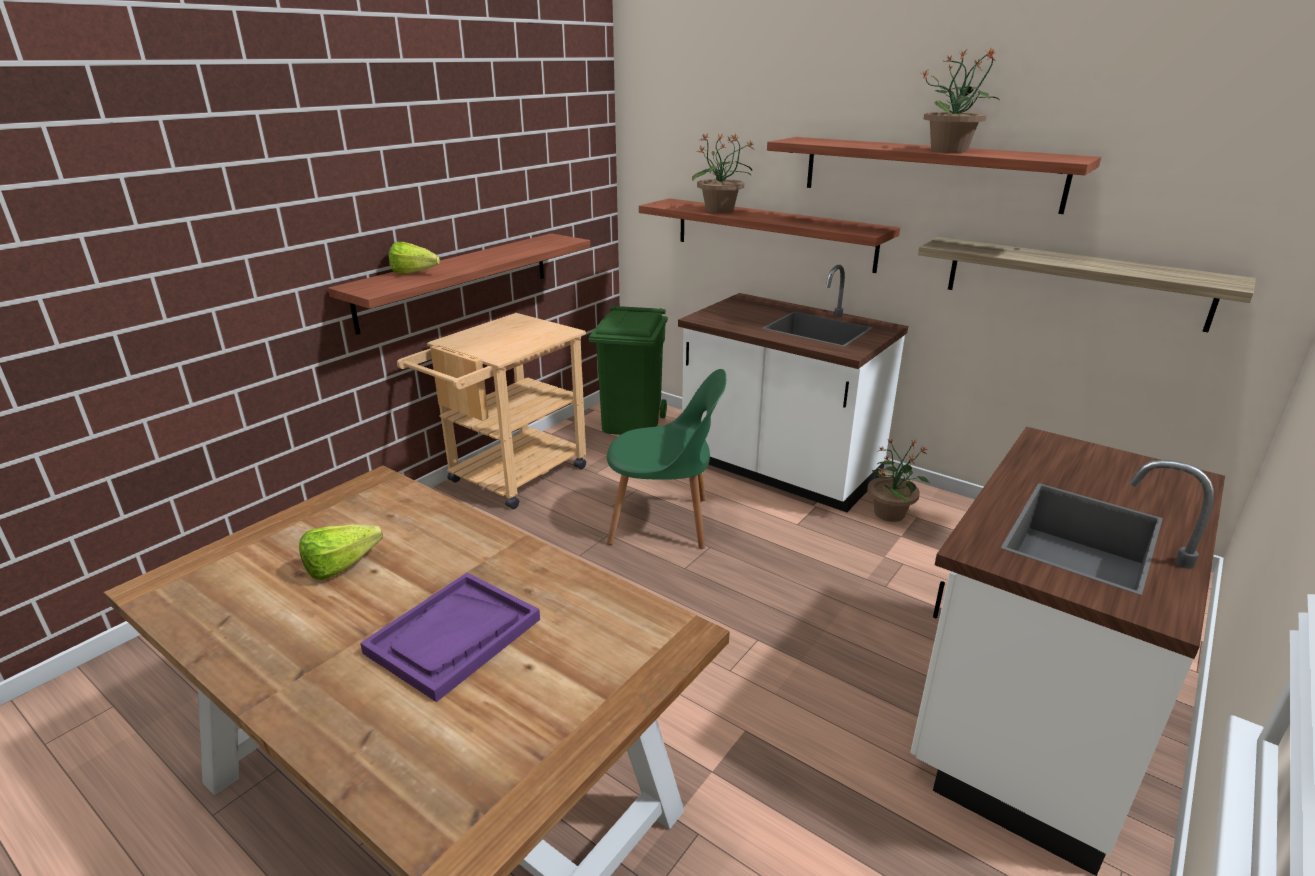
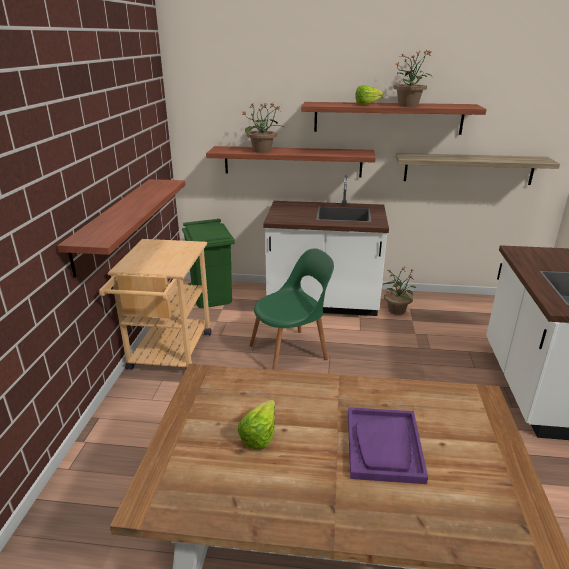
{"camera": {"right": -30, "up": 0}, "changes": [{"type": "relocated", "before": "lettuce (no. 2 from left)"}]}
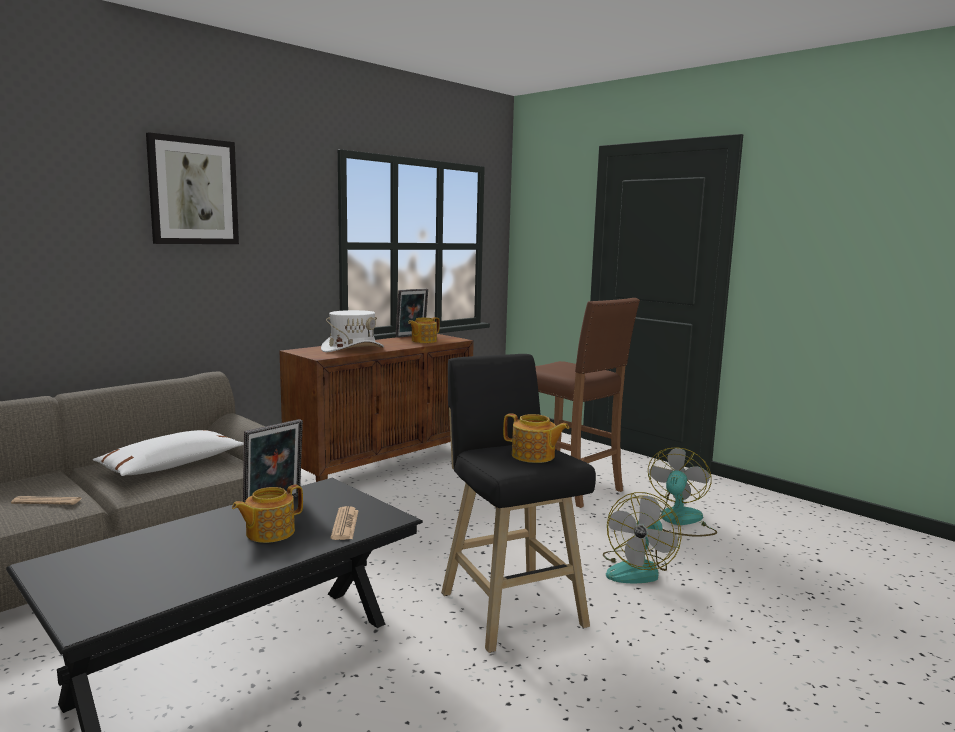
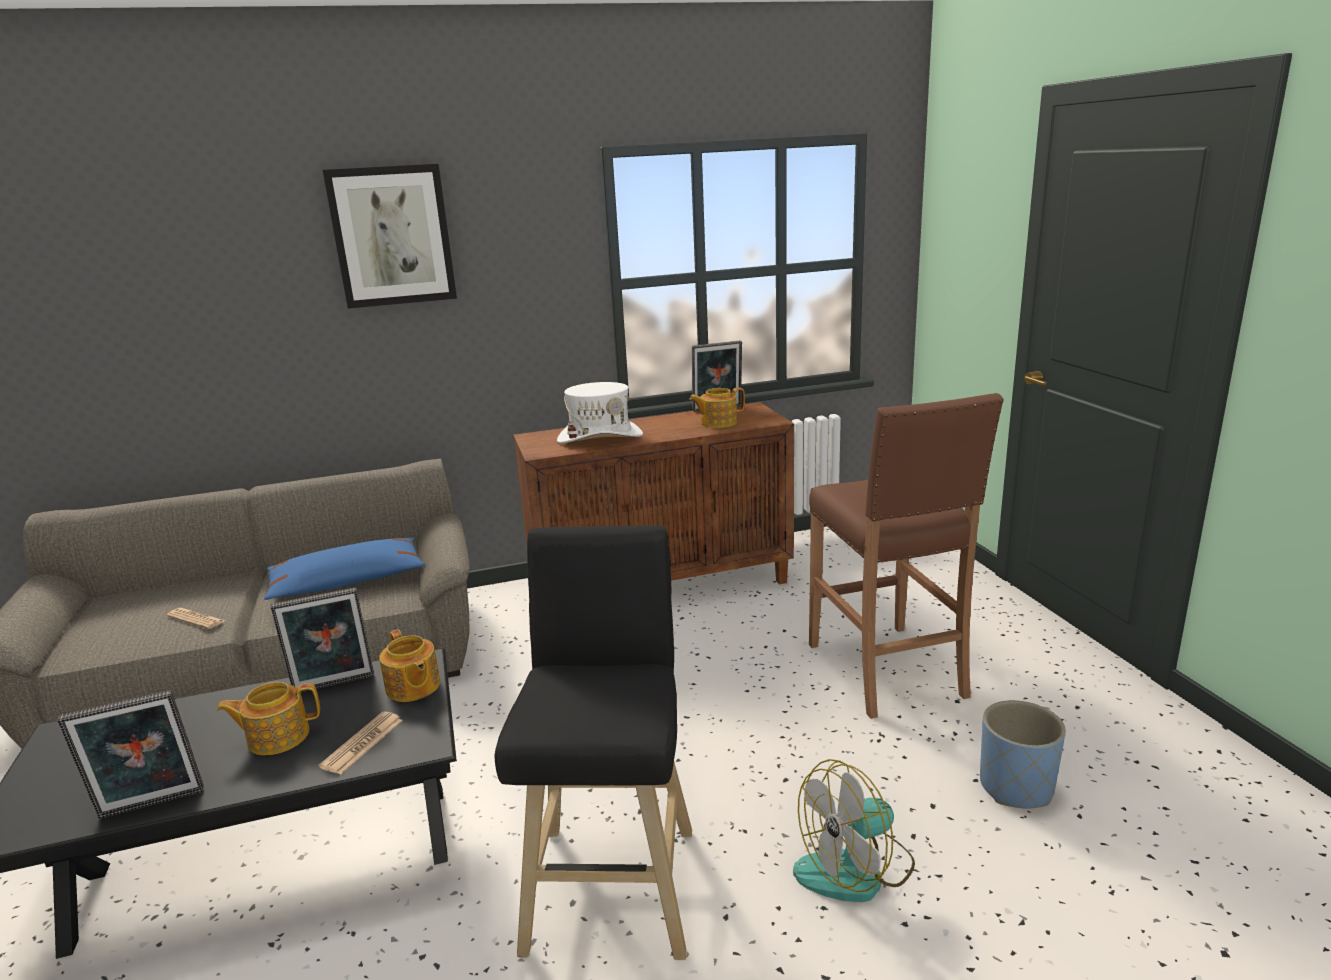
{"camera": {"right": 30, "up": 10}, "changes": [{"type": "appeared", "after": "photo frame (no. 1 from left)"}, {"type": "relocated", "before": "tea pot (no. 3 from left in the first image)", "after": "tea pot (no. 2 from left)"}, {"type": "exchanged", "before": "electric fan (no. 2 from left)", "after": "blue plant pot"}, {"type": "colour", "before": "whitish throw pillow", "after": "blue throw pillow"}]}
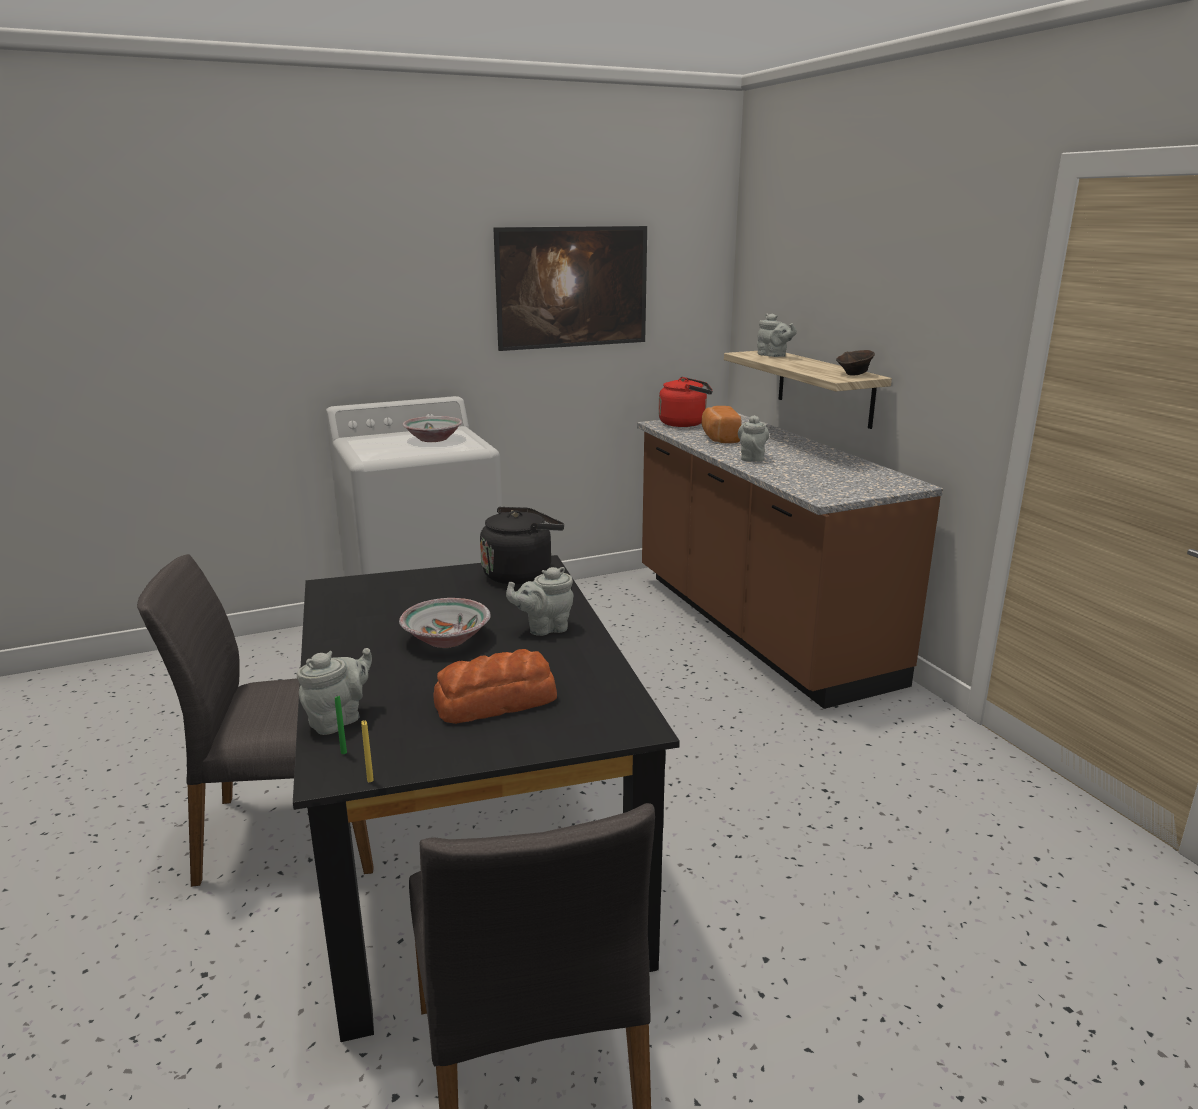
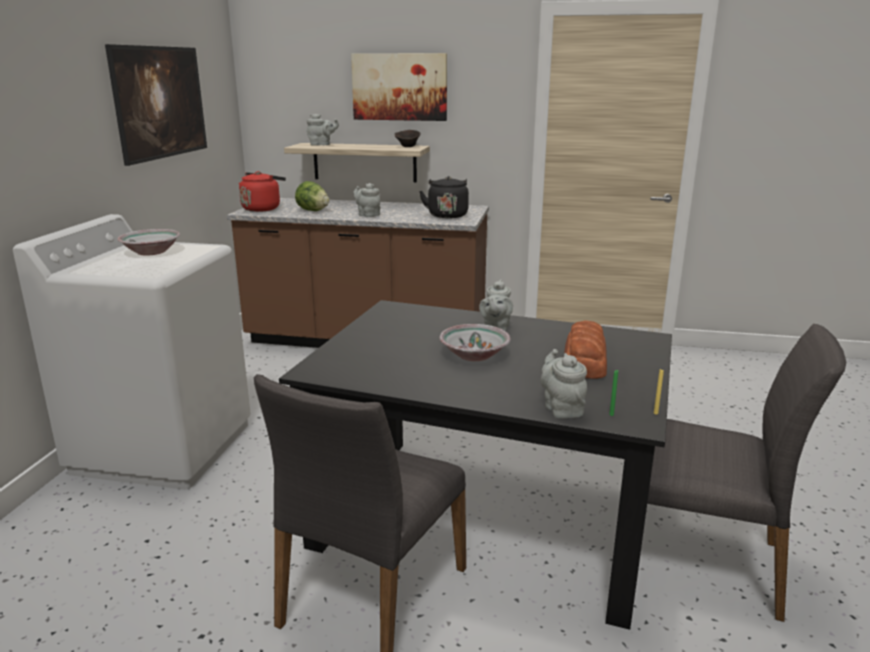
{"camera": {"right": -55, "up": 0}, "changes": [{"type": "appeared", "after": "picture (no. 2 from left)"}, {"type": "relocated", "before": "black-coloured kettle"}, {"type": "exchanged", "before": "bakery bread (no. 2 from left)", "after": "lettuce"}]}
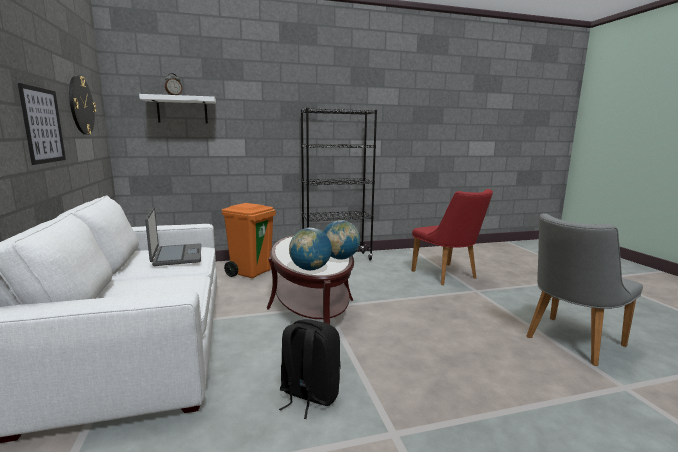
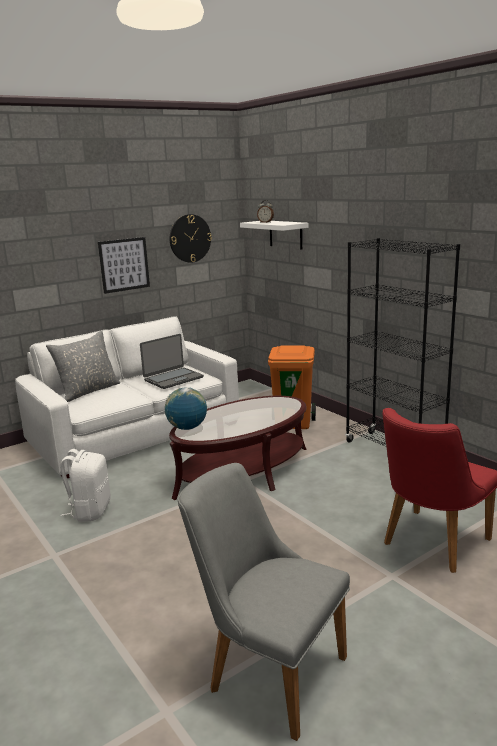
{"camera": {"right": 70, "up": 5}, "changes": [{"type": "missing", "before": "globe (no. 2 from left)"}, {"type": "appeared", "after": "grey throw pillow"}, {"type": "colour", "before": "black-coloured backpack", "after": "whitish backpack"}]}
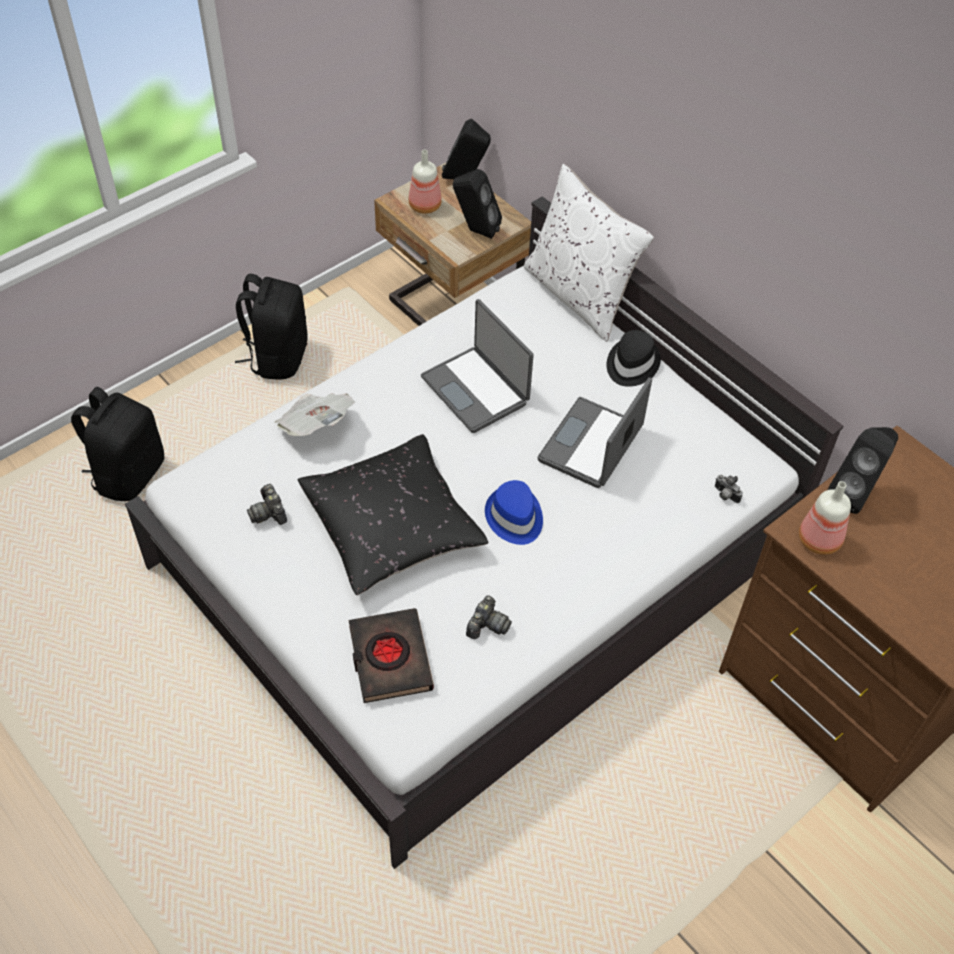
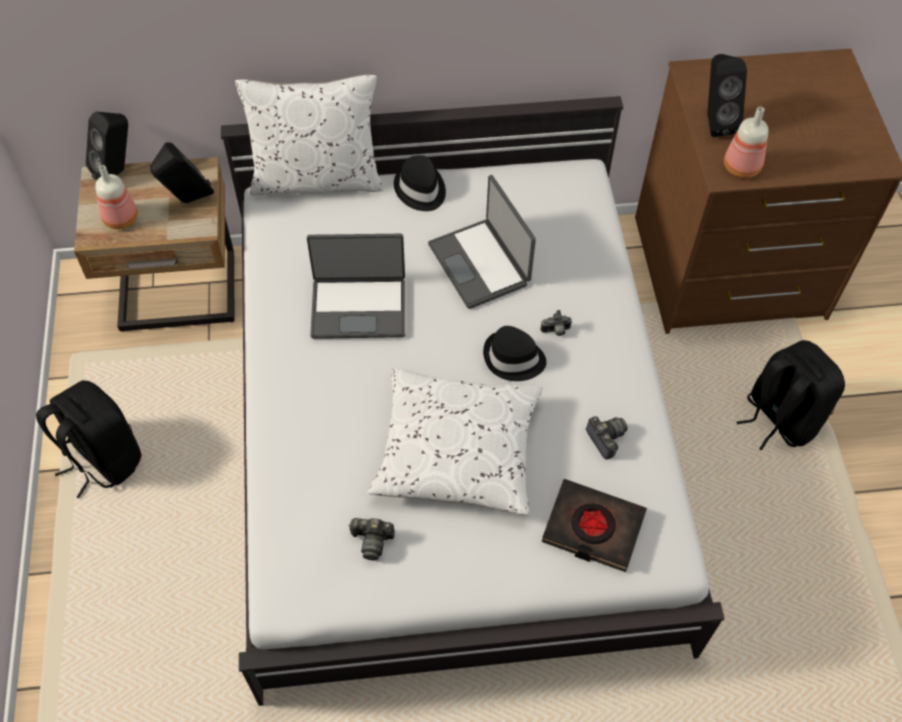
{"camera": {"right": -55, "up": 5}, "changes": [{"type": "missing", "before": "newspaper"}, {"type": "relocated", "before": "black-coloured backpack (no. 1 from left in the first image)", "after": "black-coloured backpack (no. 2 from left)"}, {"type": "relocated", "before": "still camera (no. 3 from left in the first image)", "after": "still camera (no. 2 from left)"}, {"type": "colour", "before": "black-coloured throw pillow", "after": "whitish throw pillow (no. 2 from left)"}, {"type": "colour", "before": "blue clothing hat", "after": "black-coloured clothing hat (no. 2 from left)"}]}
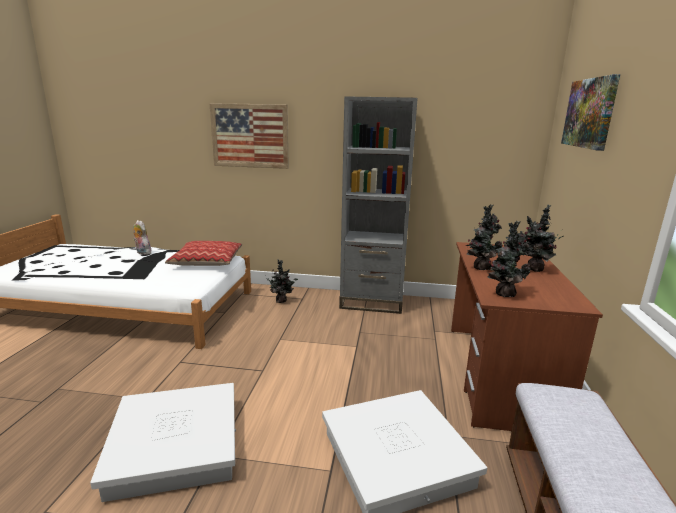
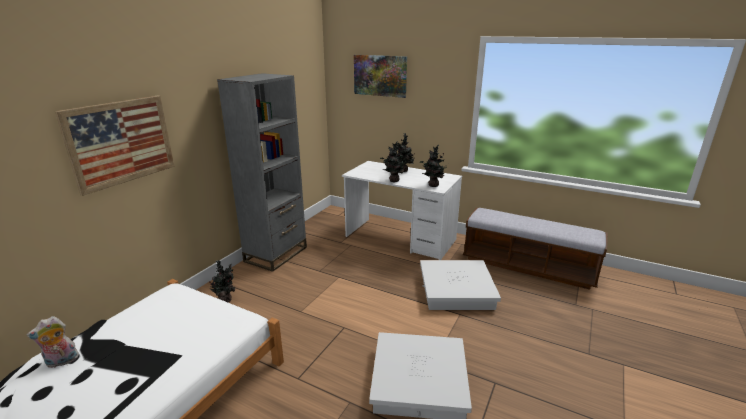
{"camera": {"right": -70, "up": 5}, "changes": [{"type": "missing", "before": "throw pillow"}, {"type": "colour", "before": "brownish desk unit", "after": "whitish desk unit"}]}
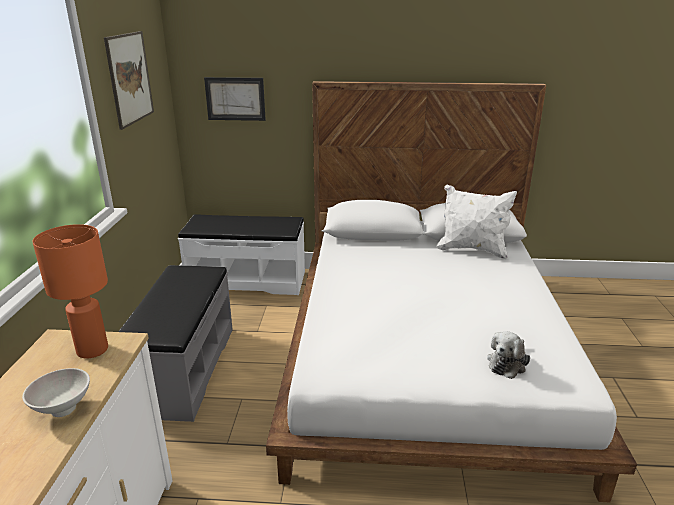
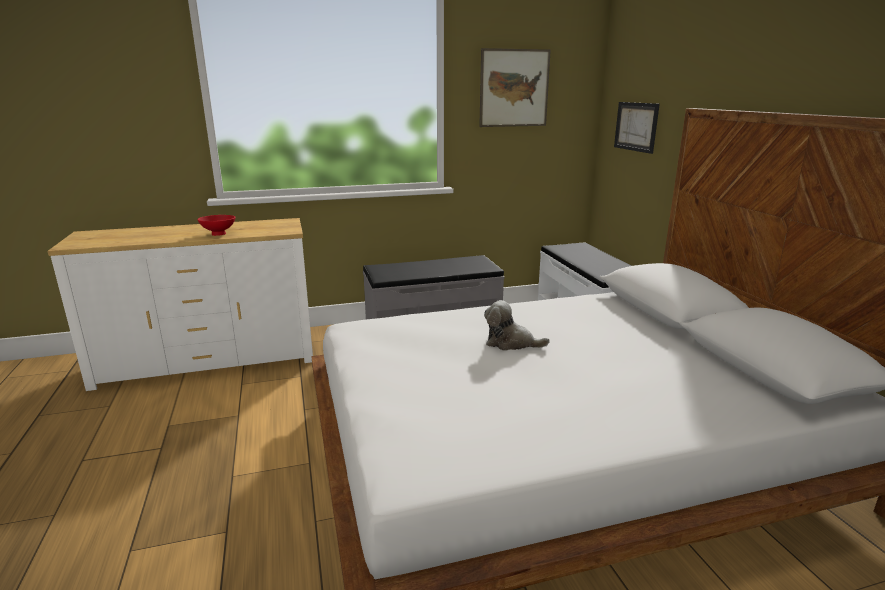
{"camera": {"right": 70, "up": -5}, "changes": [{"type": "missing", "before": "orange-coloured lamp for a table"}, {"type": "missing", "before": "whitish throw pillow"}, {"type": "relocated", "before": "soft toy"}, {"type": "colour", "before": "whitish bowl", "after": "red bowl"}]}
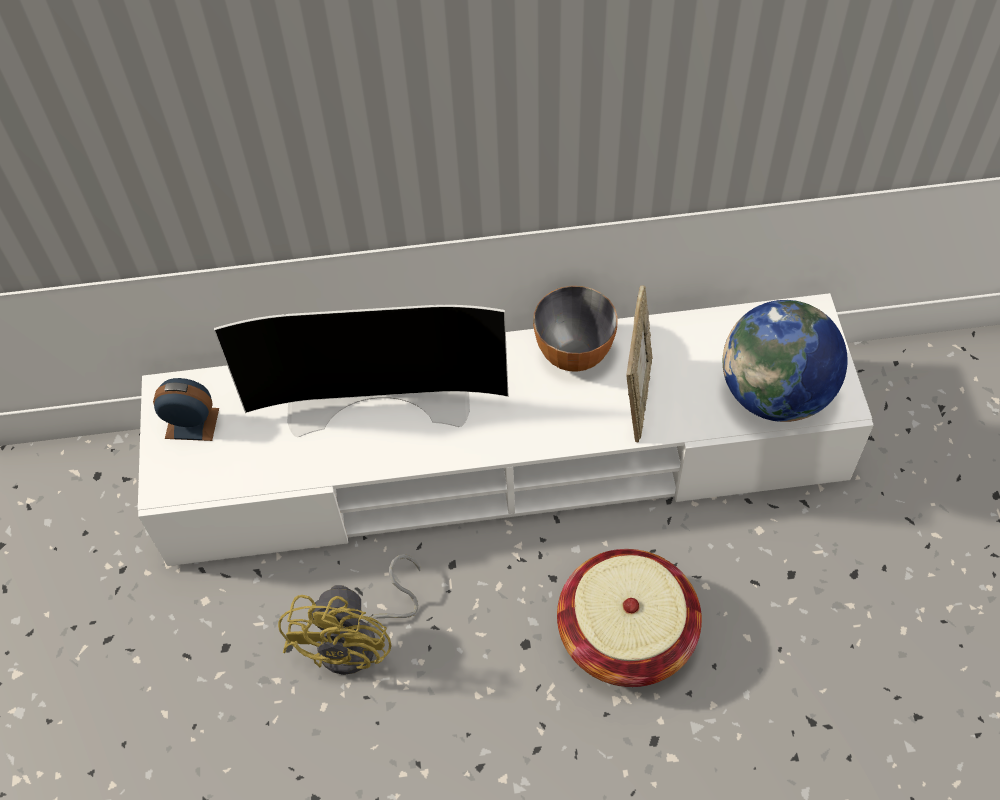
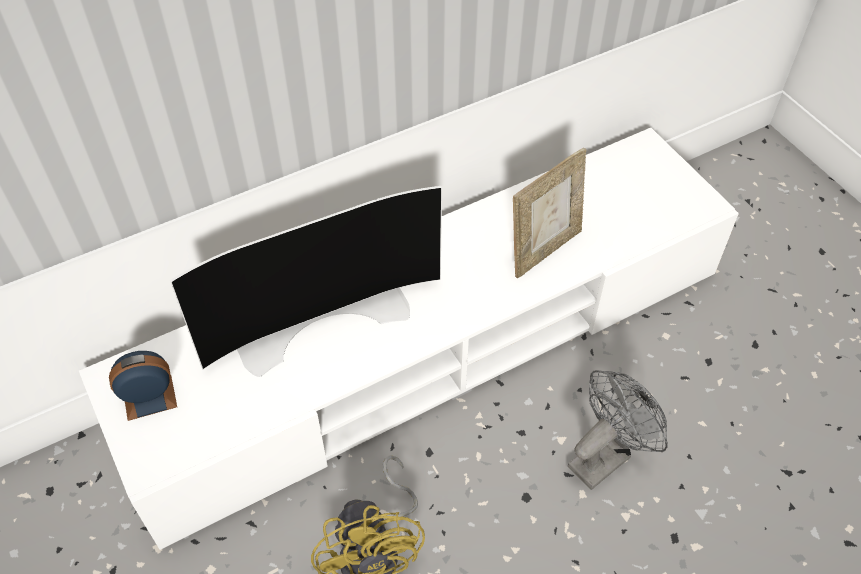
{"camera": {"right": -25, "up": -5}, "changes": [{"type": "missing", "before": "bowl"}, {"type": "missing", "before": "globe"}, {"type": "exchanged", "before": "basket", "after": "grey electric fan"}, {"type": "spun", "before": "photo frame", "turn": 60}]}
